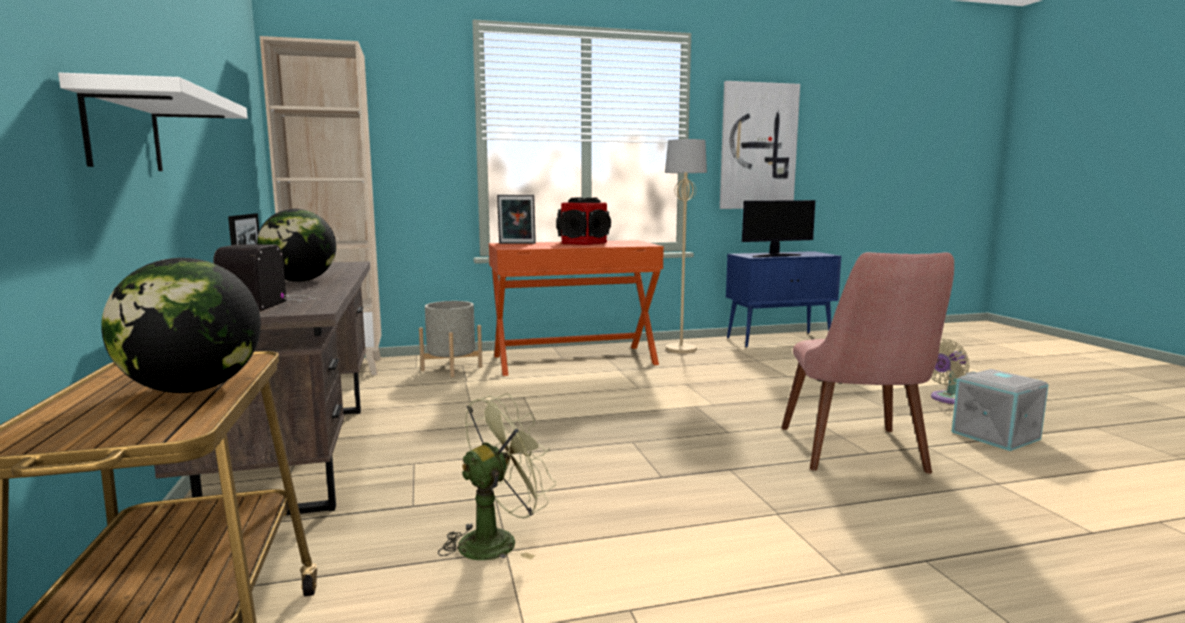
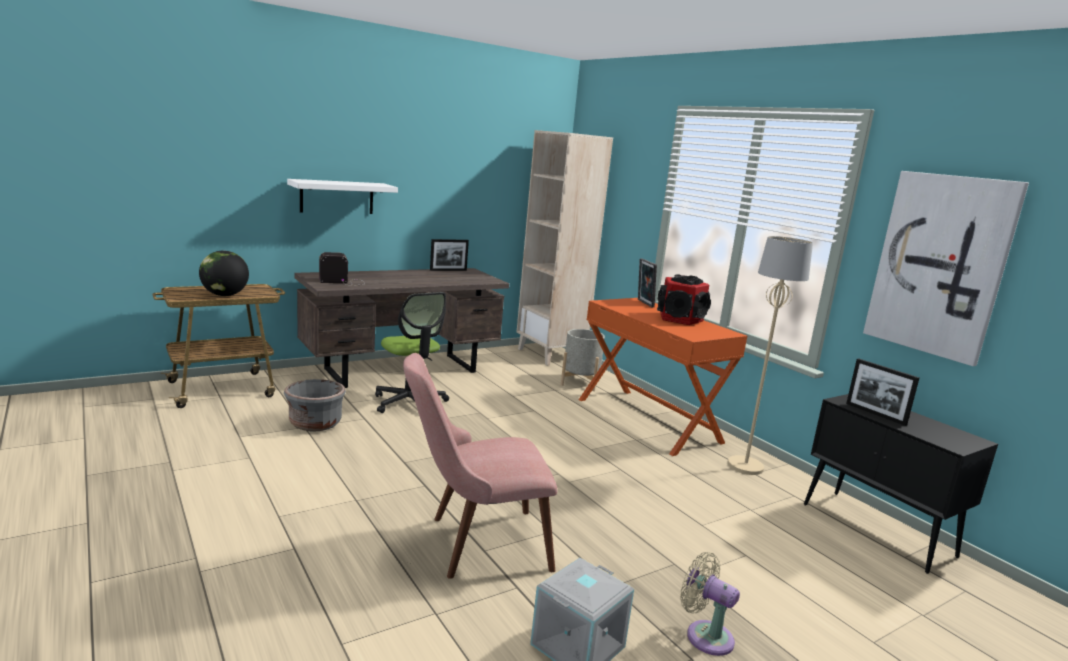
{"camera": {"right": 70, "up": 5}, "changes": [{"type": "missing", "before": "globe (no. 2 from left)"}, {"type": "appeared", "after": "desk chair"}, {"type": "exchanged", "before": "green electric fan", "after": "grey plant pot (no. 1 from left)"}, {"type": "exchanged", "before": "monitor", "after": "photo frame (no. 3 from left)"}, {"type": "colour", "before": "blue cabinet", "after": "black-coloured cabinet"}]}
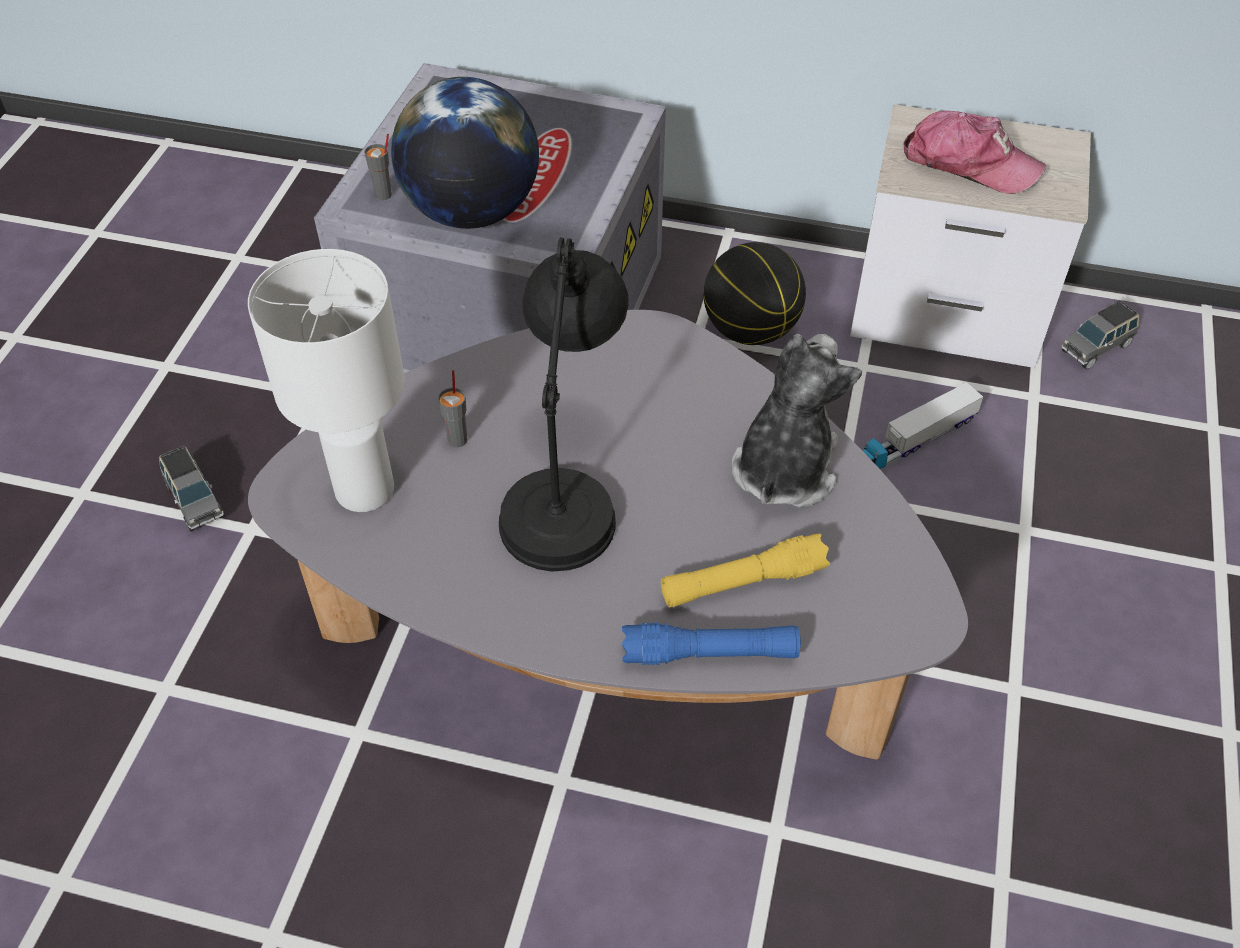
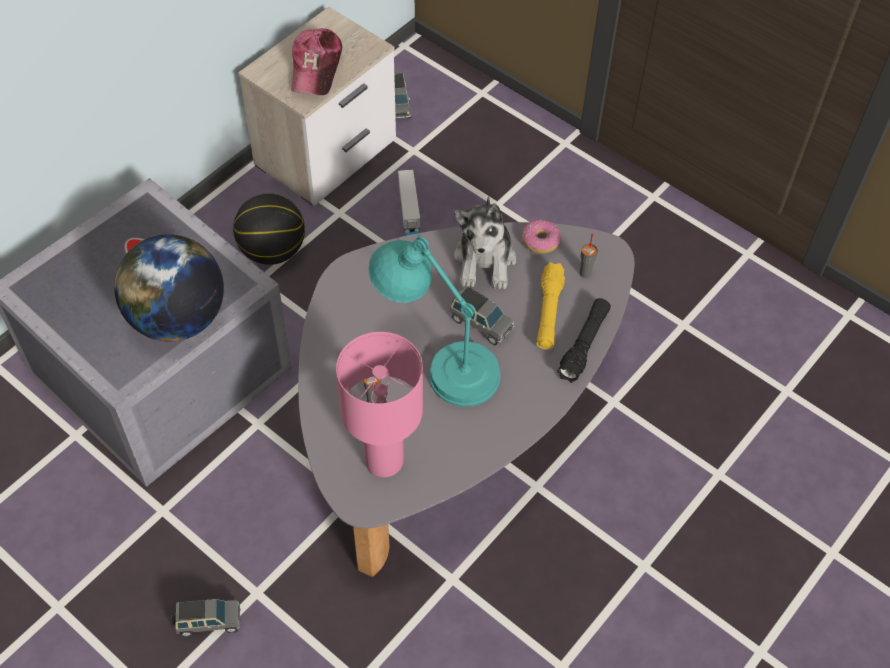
{"camera": {"right": -65, "up": 5}, "changes": [{"type": "appeared", "after": "grey toy car (no. 3 from left)"}, {"type": "appeared", "after": "ring doughnut"}, {"type": "relocated", "before": "grey drinking cup (no. 1 from left in the first image)", "after": "grey drinking cup (no. 2 from left)"}, {"type": "colour", "before": "whitish lamp for a table", "after": "pinkish lamp for a table"}, {"type": "colour", "before": "black-coloured lamp for a table", "after": "turquoise lamp for a table"}, {"type": "colour", "before": "blue hand torch", "after": "black-coloured hand torch"}, {"type": "spun", "before": "soft toy", "turn": -135}, {"type": "spun", "before": "peaked cap", "turn": 135}]}
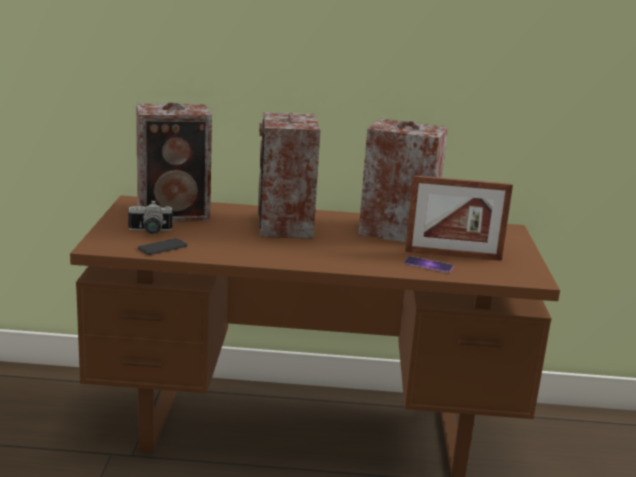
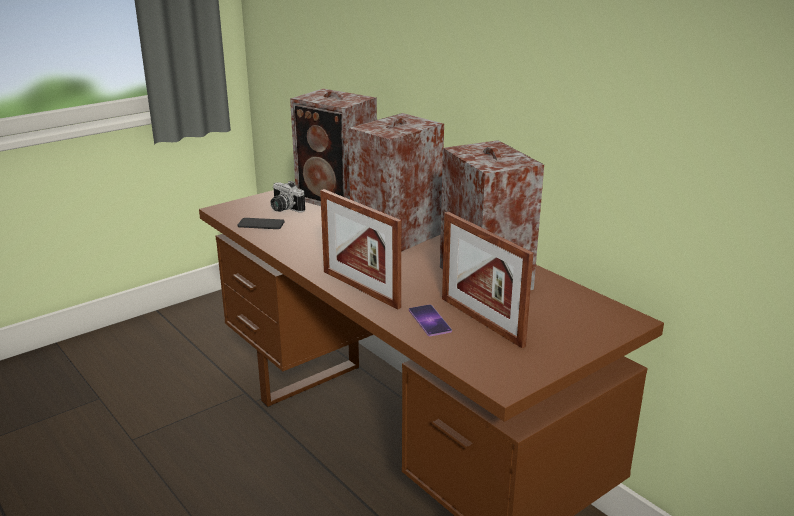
{"camera": {"right": 50, "up": 5}, "changes": [{"type": "appeared", "after": "photo frame (no. 1 from left)"}]}
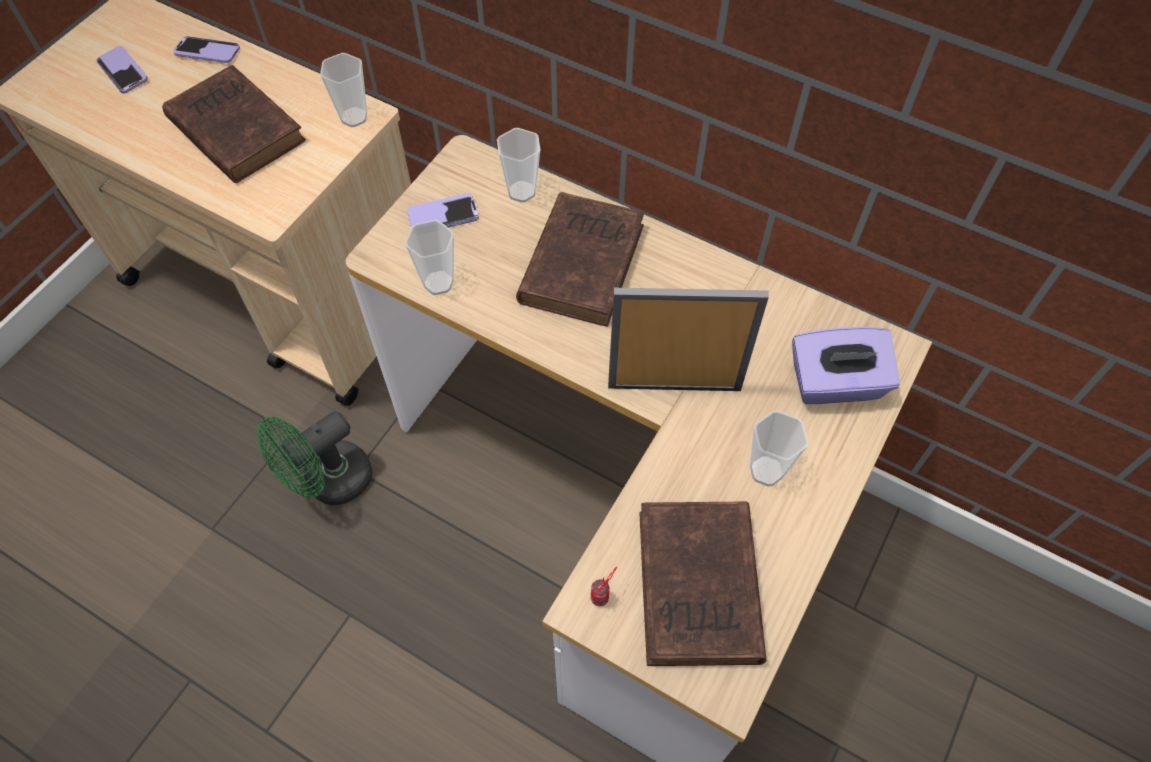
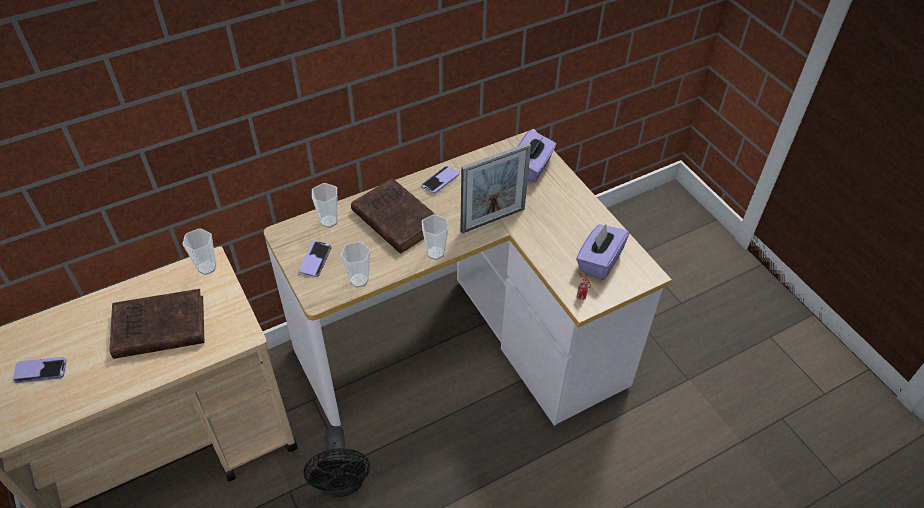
{"camera": {"right": -60, "up": -10}, "changes": [{"type": "relocated", "before": "phone (no. 2 from left in the first image)", "after": "phone (no. 3 from left)"}, {"type": "relocated", "before": "drinking cup (no. 4 from left)"}, {"type": "exchanged", "before": "brownish book (no. 3 from left)", "after": "purple-coloured tissue holder (no. 2 from left)"}, {"type": "colour", "before": "green electric fan", "after": "black-coloured electric fan"}, {"type": "spun", "before": "photo frame", "turn": -150}]}
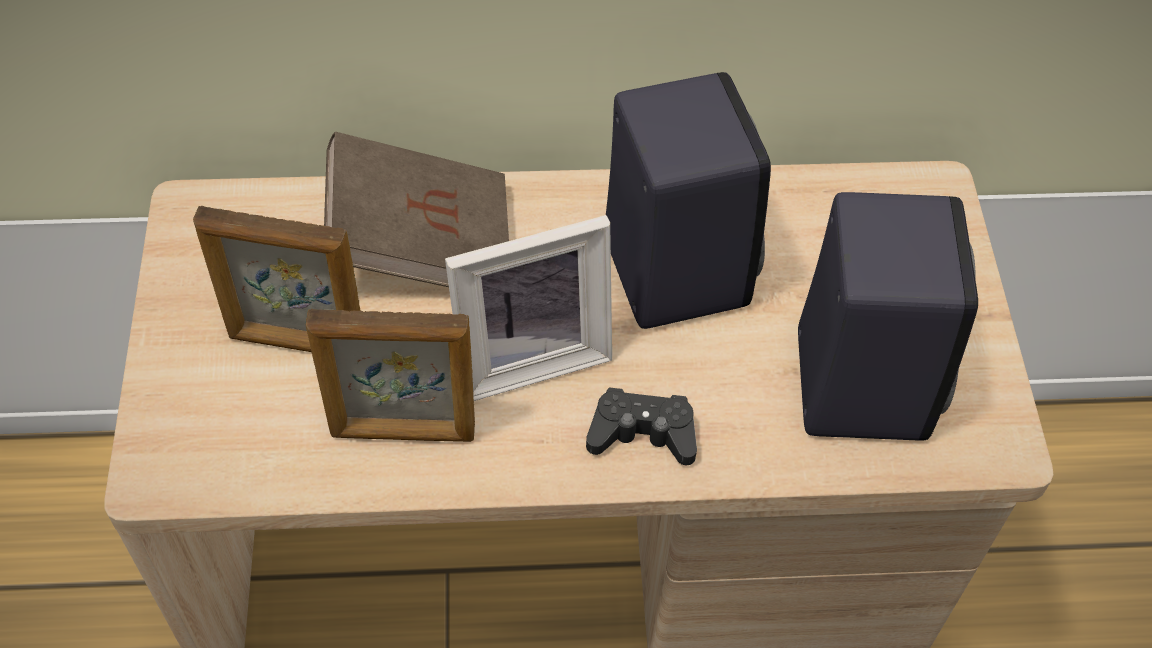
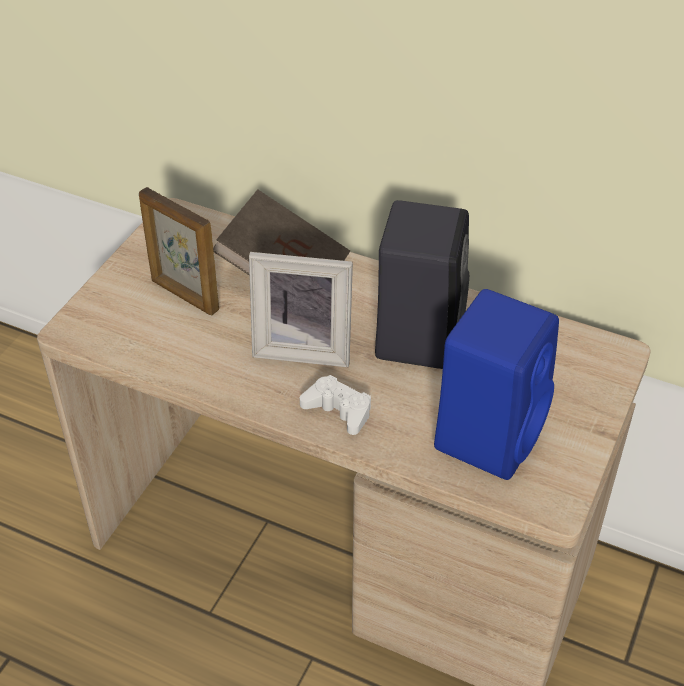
{"camera": {"right": 30, "up": -10}, "changes": [{"type": "missing", "before": "photo frame (no. 2 from left)"}, {"type": "colour", "before": "black-coloured joypad", "after": "whitish joypad"}, {"type": "colour", "before": "black-coloured audio speaker (no. 2 from left)", "after": "blue audio speaker"}]}
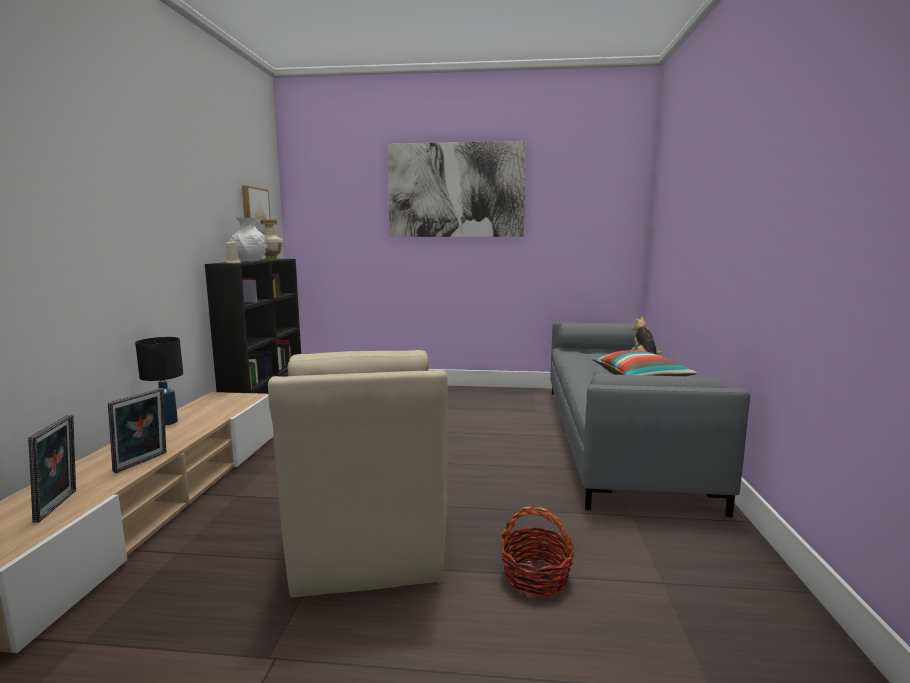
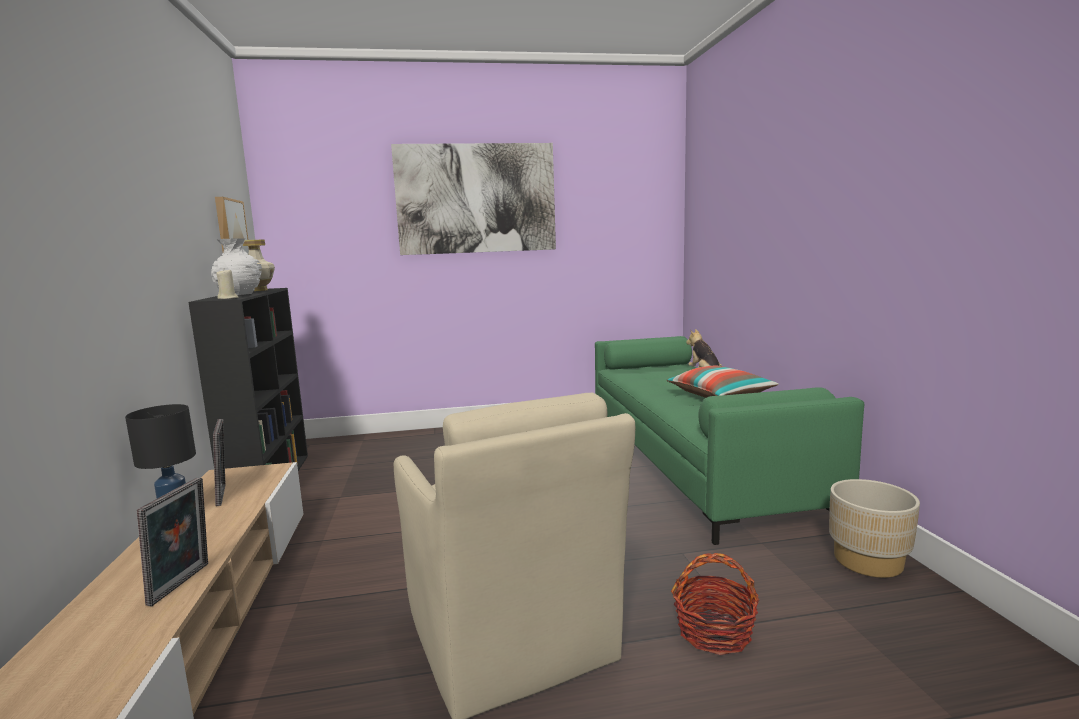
{"camera": {"right": -15, "up": 0}, "changes": [{"type": "appeared", "after": "beige plant pot"}, {"type": "relocated", "before": "photo frame (no. 1 from left in the first image)", "after": "photo frame (no. 2 from left)"}, {"type": "colour", "before": "grey settee", "after": "green settee"}]}
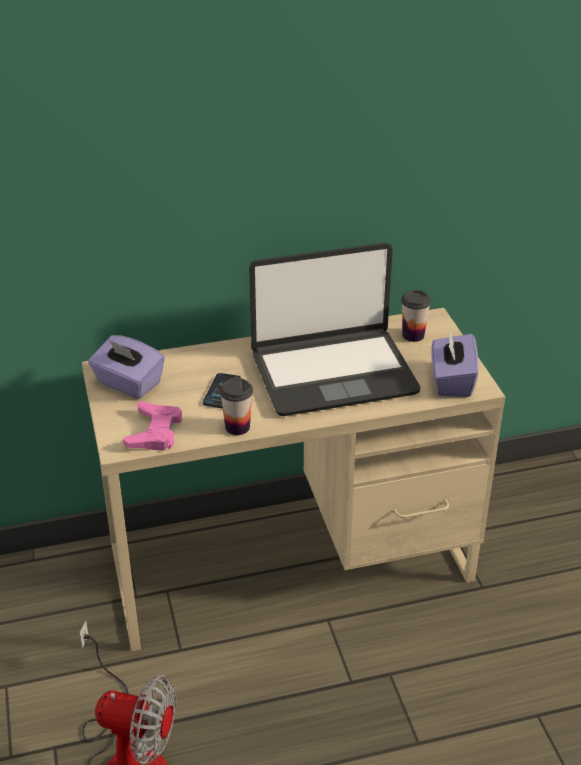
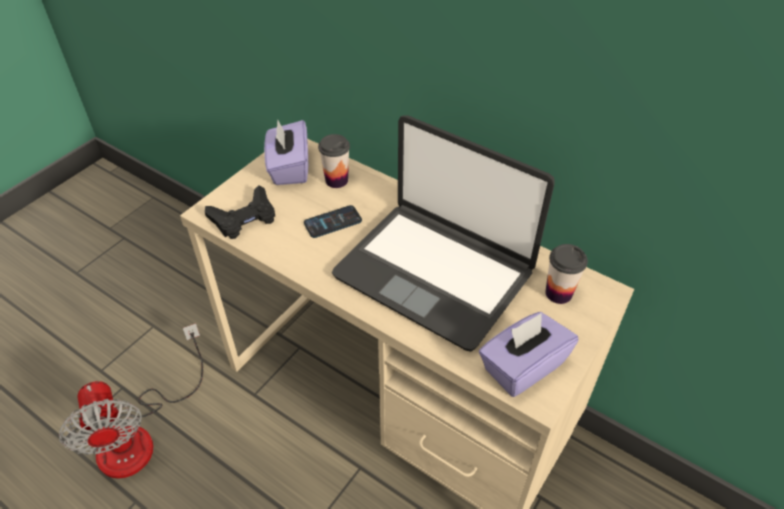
{"camera": {"right": 50, "up": 10}, "changes": [{"type": "relocated", "before": "drinking cup (no. 1 from left)"}, {"type": "colour", "before": "pinkish joypad", "after": "black-coloured joypad"}]}
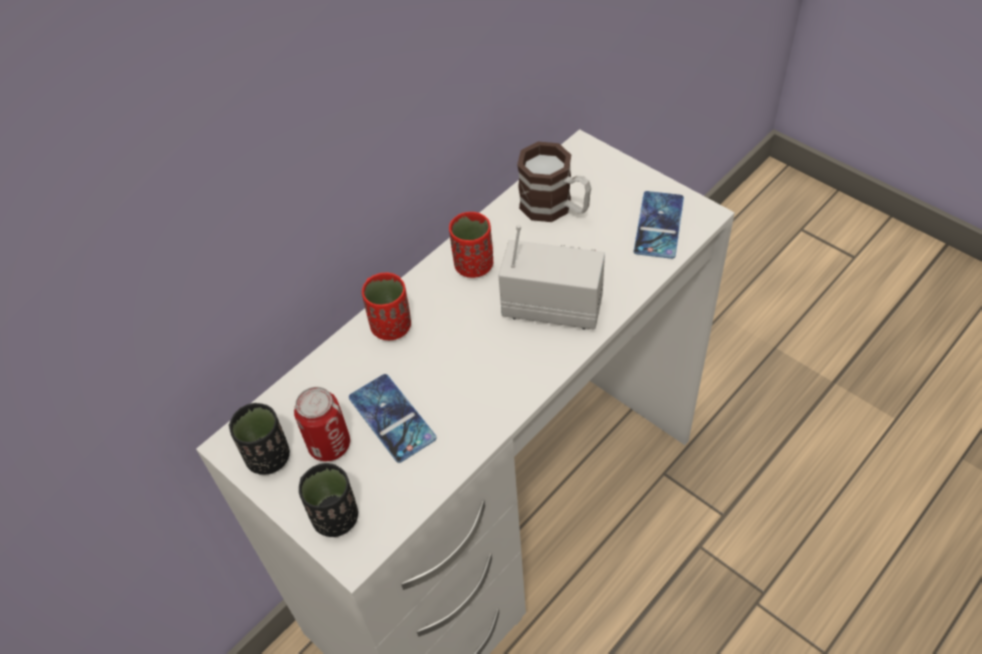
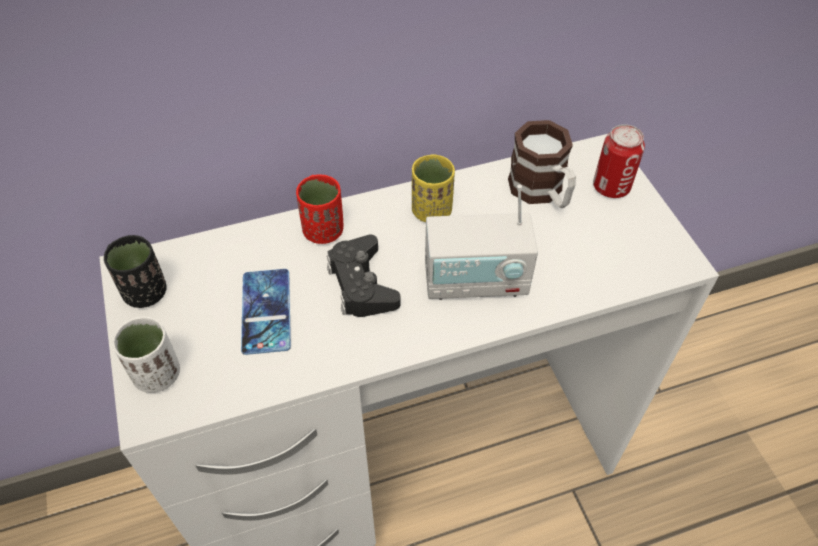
{"camera": {"right": 25, "up": 0}, "changes": [{"type": "missing", "before": "phone (no. 2 from left)"}, {"type": "appeared", "after": "black-coloured joypad"}, {"type": "relocated", "before": "metal can"}, {"type": "colour", "before": "black-coloured drinking cup (no. 2 from left)", "after": "whitish drinking cup"}, {"type": "colour", "before": "red drinking cup (no. 2 from left)", "after": "yellow-coloured drinking cup"}, {"type": "spun", "before": "radio receiver", "turn": 135}]}
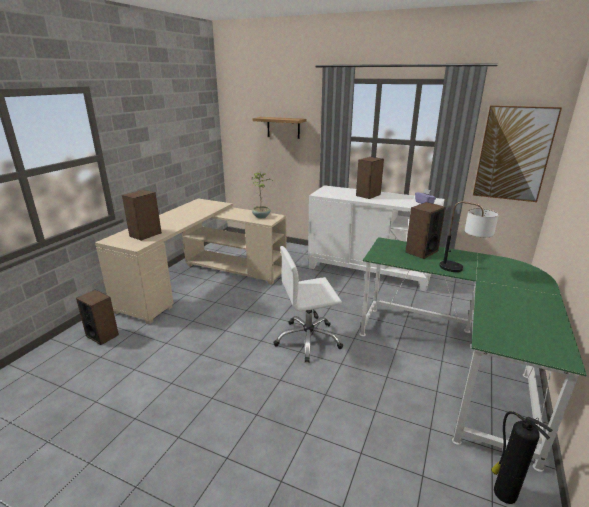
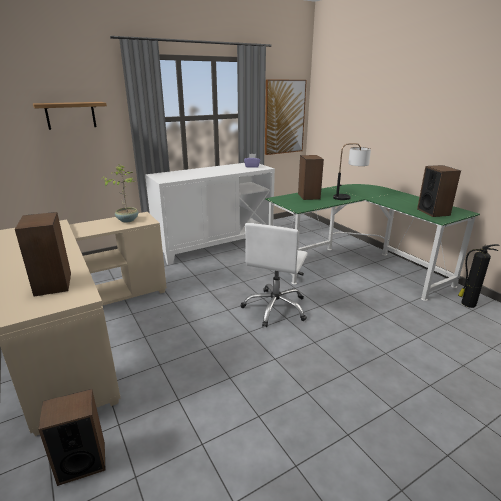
{"camera": {"right": -55, "up": 0}, "changes": [{"type": "relocated", "before": "audio speaker (no. 3 from left in the first image)", "after": "audio speaker (no. 4 from left)"}]}
